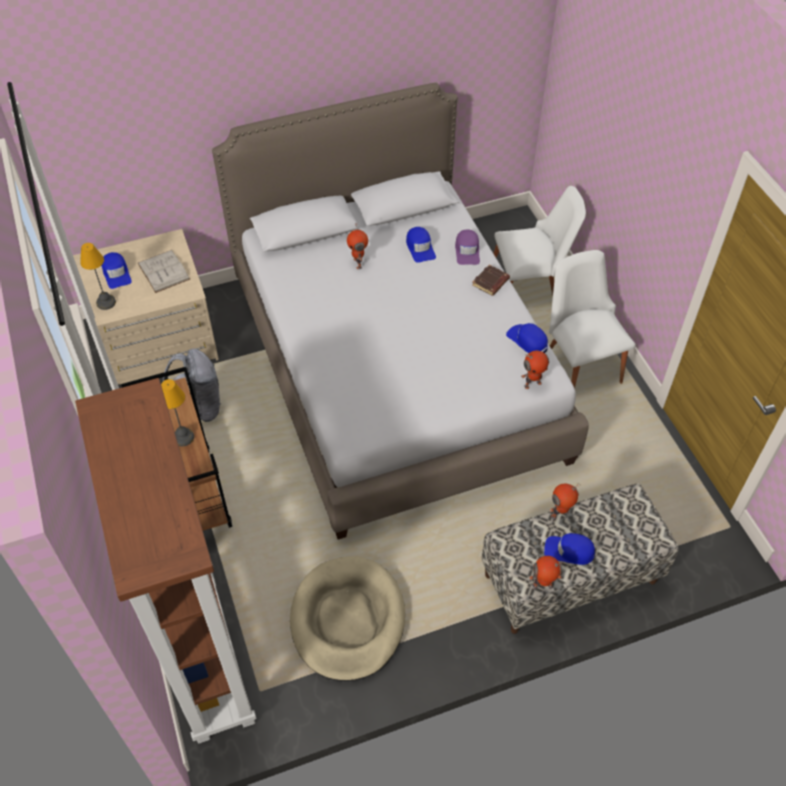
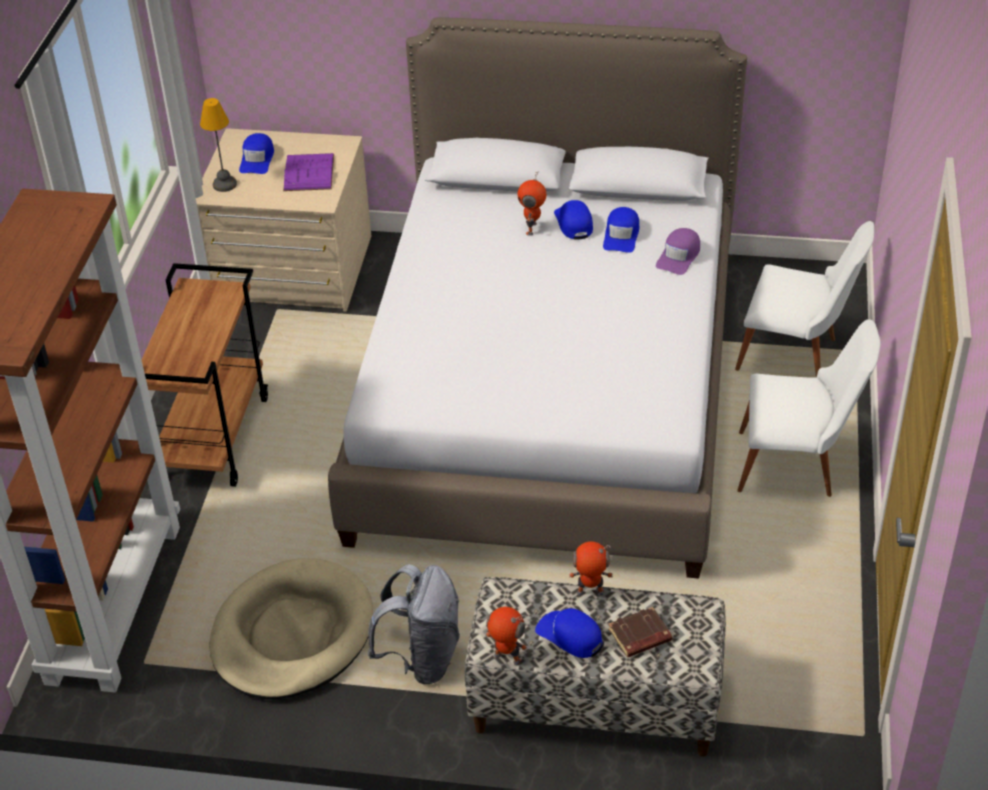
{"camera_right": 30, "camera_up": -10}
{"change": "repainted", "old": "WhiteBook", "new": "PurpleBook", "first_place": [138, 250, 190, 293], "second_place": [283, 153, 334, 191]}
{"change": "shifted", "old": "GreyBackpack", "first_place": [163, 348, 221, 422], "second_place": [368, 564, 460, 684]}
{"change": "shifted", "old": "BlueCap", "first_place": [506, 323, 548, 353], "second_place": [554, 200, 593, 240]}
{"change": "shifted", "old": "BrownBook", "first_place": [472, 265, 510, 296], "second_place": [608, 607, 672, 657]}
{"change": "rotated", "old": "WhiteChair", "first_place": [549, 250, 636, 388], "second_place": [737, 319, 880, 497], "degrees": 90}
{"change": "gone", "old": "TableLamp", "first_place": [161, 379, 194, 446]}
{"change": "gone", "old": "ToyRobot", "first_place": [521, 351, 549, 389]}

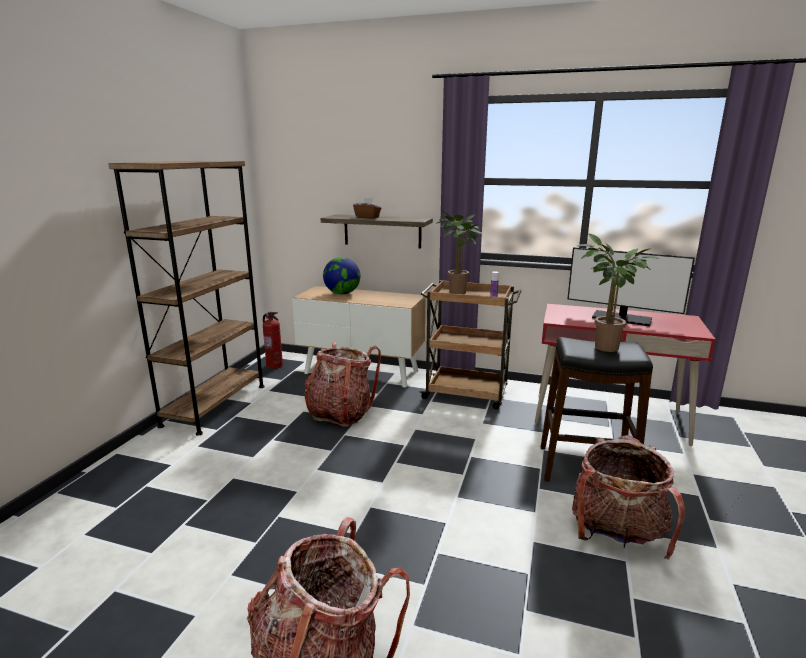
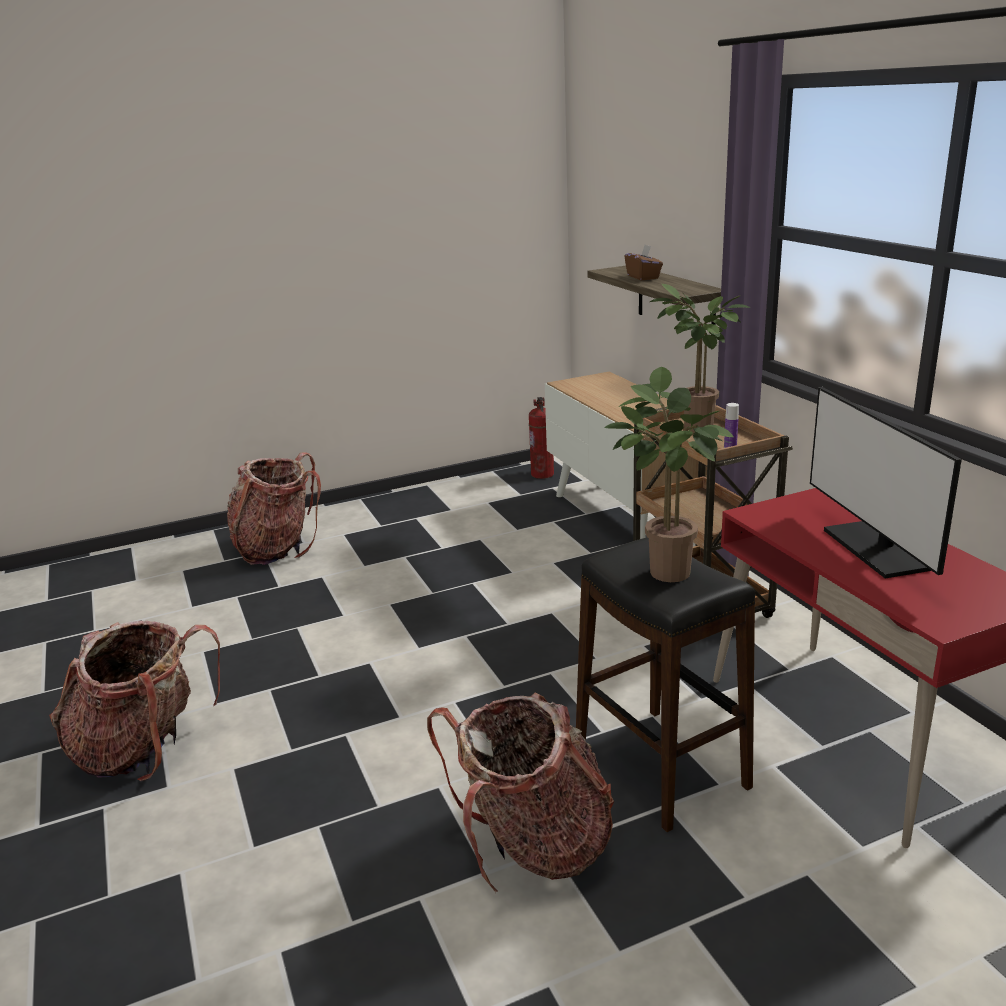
{"camera_right": 50, "camera_up": 5}
{"change": "shifted", "old": "Backpack", "first_place": [305, 342, 381, 427], "second_place": [227, 452, 321, 565]}
{"change": "gone", "old": "BrownBookcase", "first_place": [108, 161, 265, 436]}
{"change": "gone", "old": "Globe", "first_place": [323, 257, 360, 294]}

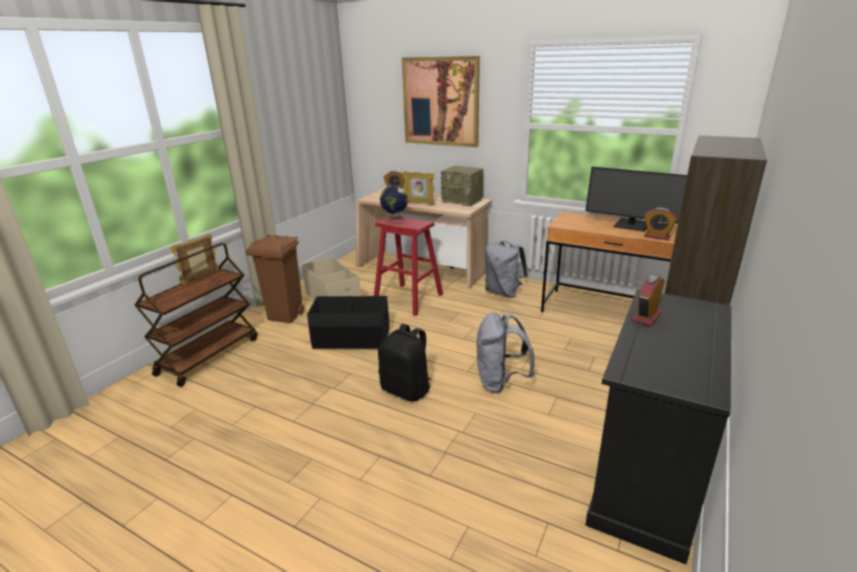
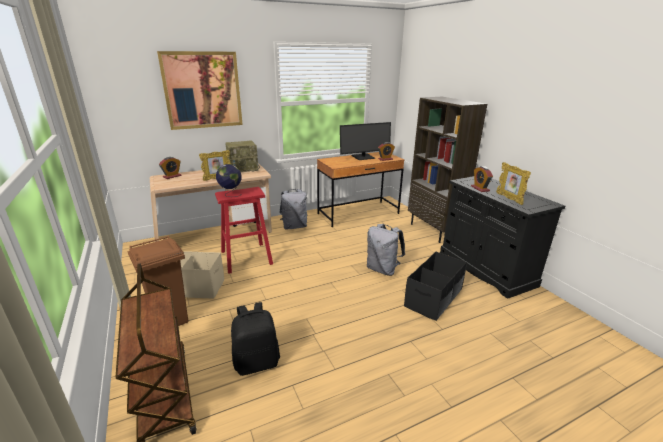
{"camera_right": -55, "camera_up": 0}
{"change": "shifted", "old": "BlackBackpack", "first_place": [378, 324, 431, 402], "second_place": [231, 302, 280, 376]}
{"change": "shifted", "old": "BlackStorageBox", "first_place": [307, 296, 389, 349], "second_place": [404, 252, 467, 321]}
{"change": "shifted", "old": "PictureFrame", "first_place": [171, 234, 219, 284], "second_place": [496, 162, 531, 205]}

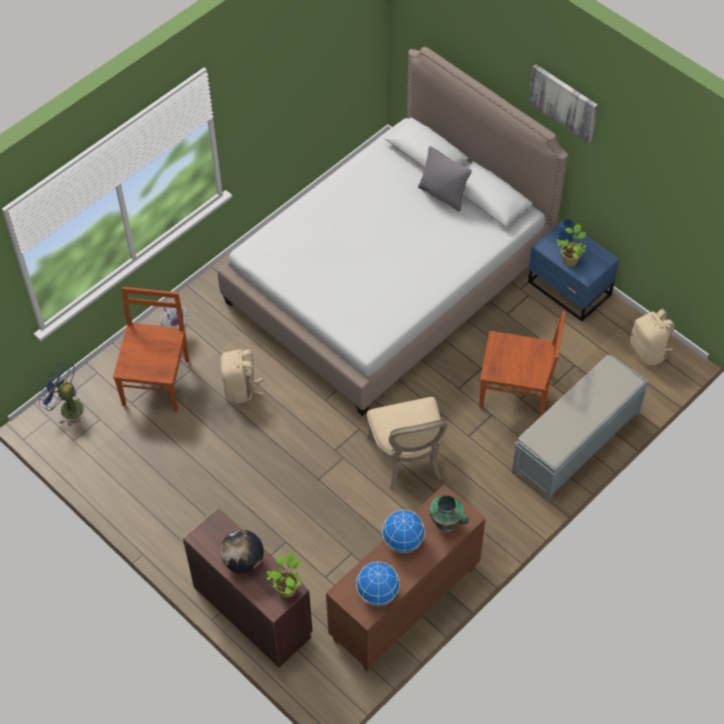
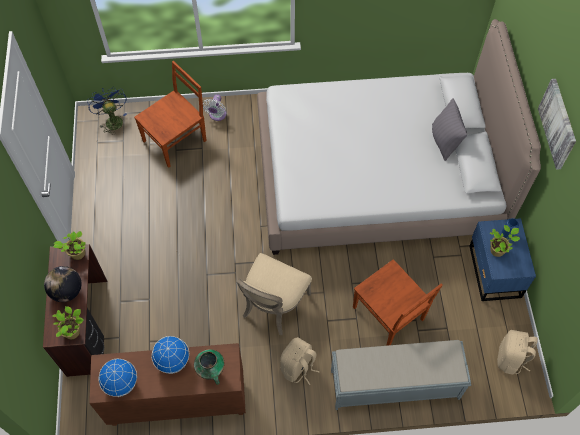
{"camera_right": 40, "camera_up": 5}
{"change": "new", "new": "PottedPlant", "second_place": [54, 231, 86, 260]}
{"change": "shifted", "old": "BeigeBackpack", "first_place": [221, 349, 263, 403], "second_place": [280, 337, 320, 385]}

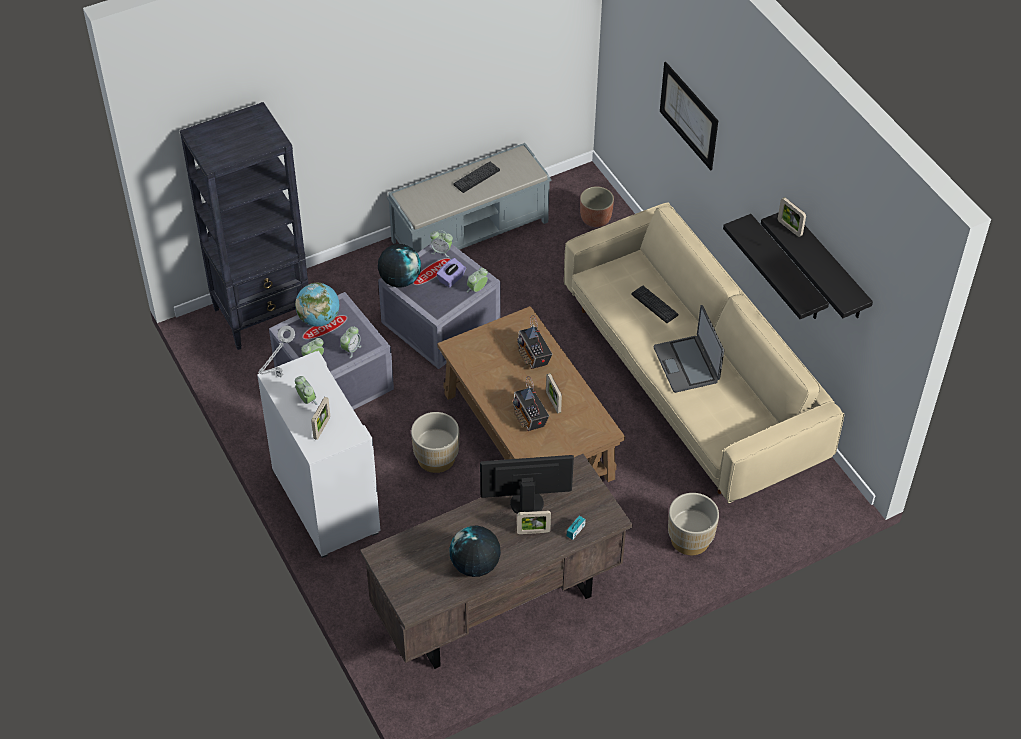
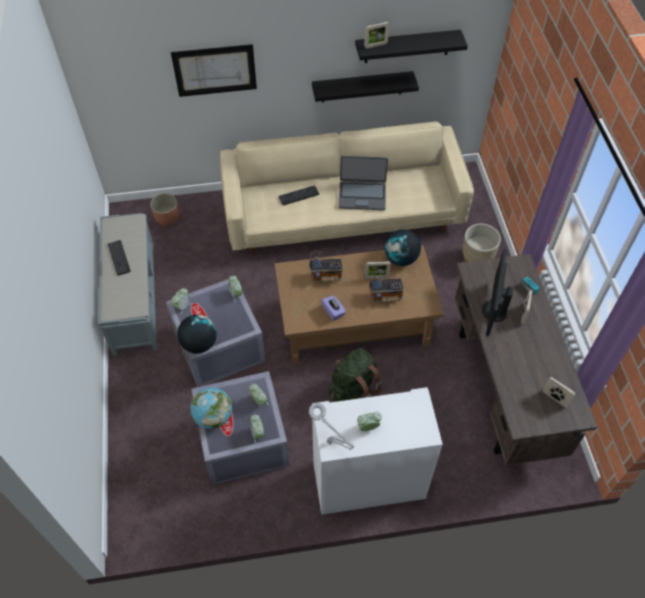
{"camera_right": -70, "camera_up": 5}
{"change": "shifted", "old": "PurpleTissueBox", "first_place": [436, 258, 466, 288], "second_place": [321, 296, 346, 321]}
{"change": "swapped", "old": "BeigePlanter", "new": "GreenBackpack", "first_place": [411, 412, 459, 473], "second_place": [329, 348, 382, 402]}
{"change": "shifted", "old": "Globe", "first_place": [449, 526, 501, 577], "second_place": [384, 229, 421, 266]}
{"change": "shifted", "old": "PictureFrame", "first_place": [311, 397, 330, 440], "second_place": [543, 377, 575, 408]}
{"change": "gone", "old": "BlackBookcase", "first_place": [180, 102, 308, 350]}

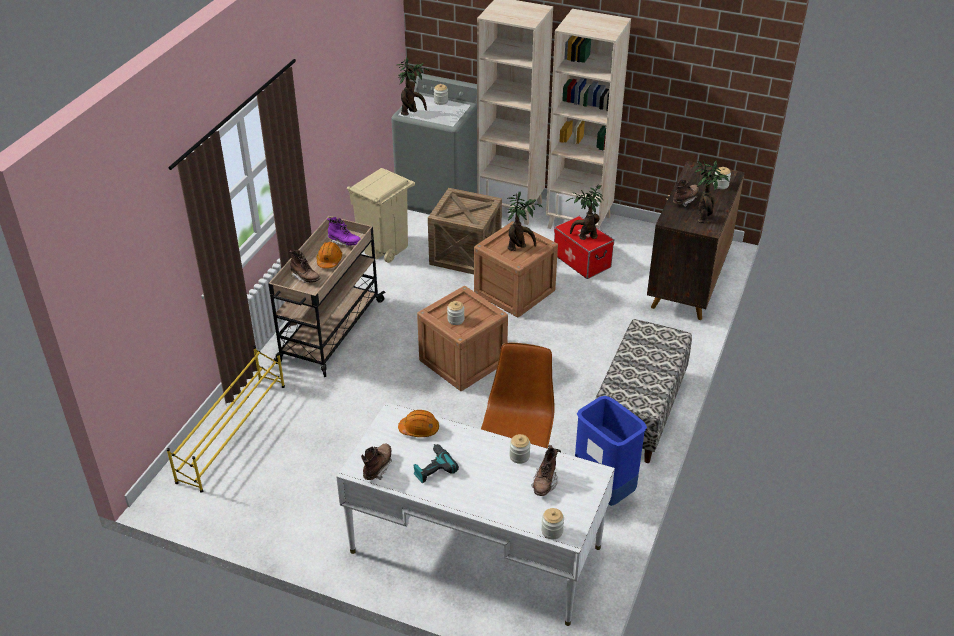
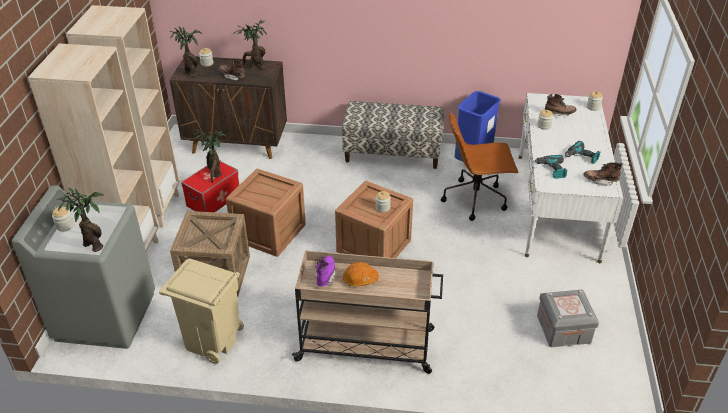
{"camera_right": -105, "camera_up": 0}
{"change": "shifted", "old": "PottedPlant", "first_place": [507, 192, 542, 251], "second_place": [170, 26, 202, 77]}
{"change": "swapped", "old": "OrangeHardHat", "new": "PowerDrill", "first_place": [398, 410, 439, 437], "second_place": [534, 155, 567, 179]}
{"change": "new", "new": "GreyStorageBox", "second_place": [537, 290, 599, 347]}
{"change": "gone", "old": "YellowShoeRack", "first_place": [167, 346, 285, 493]}
{"change": "gone", "old": "BrownBoot", "first_place": [290, 250, 321, 283]}

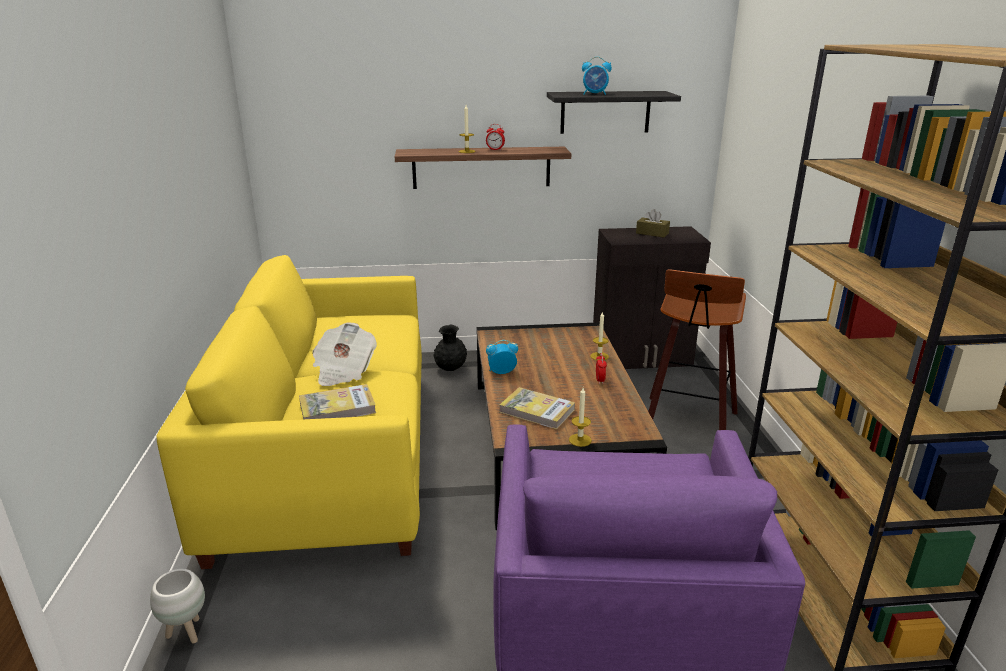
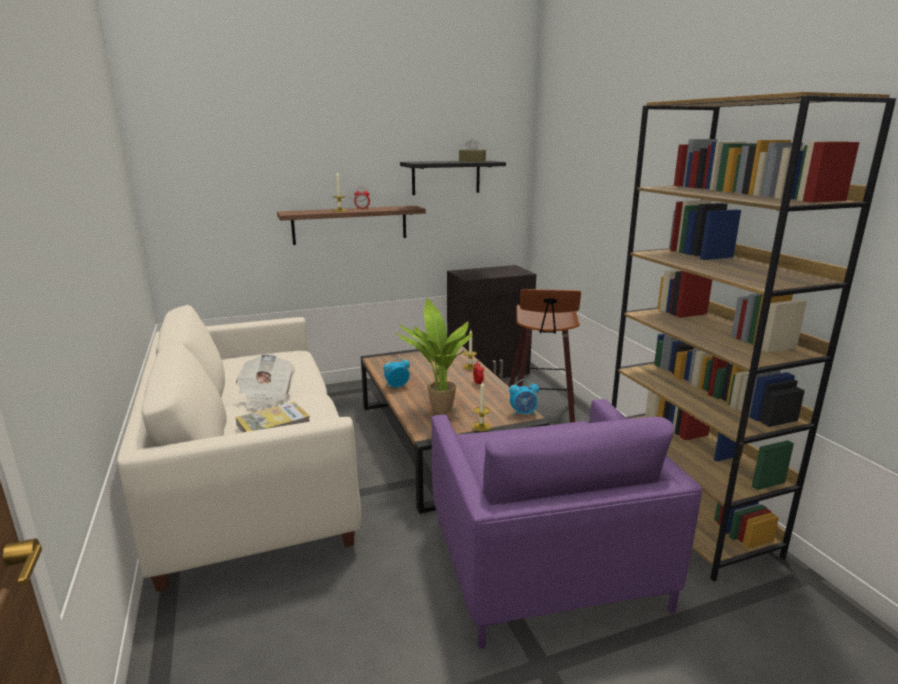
{"camera_right": -15, "camera_up": -5}
{"change": "repainted", "old": "YellowSofa", "new": "WhiteSofa", "first_place": [157, 255, 422, 569], "second_place": [117, 305, 361, 592]}
{"change": "swapped", "old": "Book", "new": "PottedPlant", "first_place": [499, 387, 575, 429], "second_place": [397, 299, 472, 414]}
{"change": "shifted", "old": "BrownTissueBox", "first_place": [636, 209, 670, 237], "second_place": [459, 139, 486, 162]}
{"change": "shifted", "old": "AlarmClock", "first_place": [582, 57, 612, 95], "second_place": [509, 379, 539, 417]}
{"change": "gone", "old": "WhitePlanter", "first_place": [150, 569, 205, 643]}
{"change": "gone", "old": "BlackVase", "first_place": [434, 324, 467, 371]}

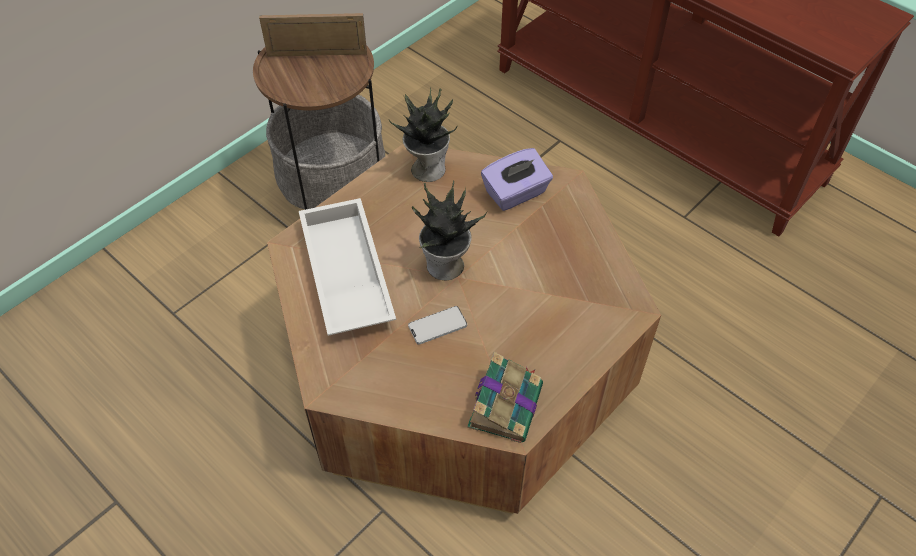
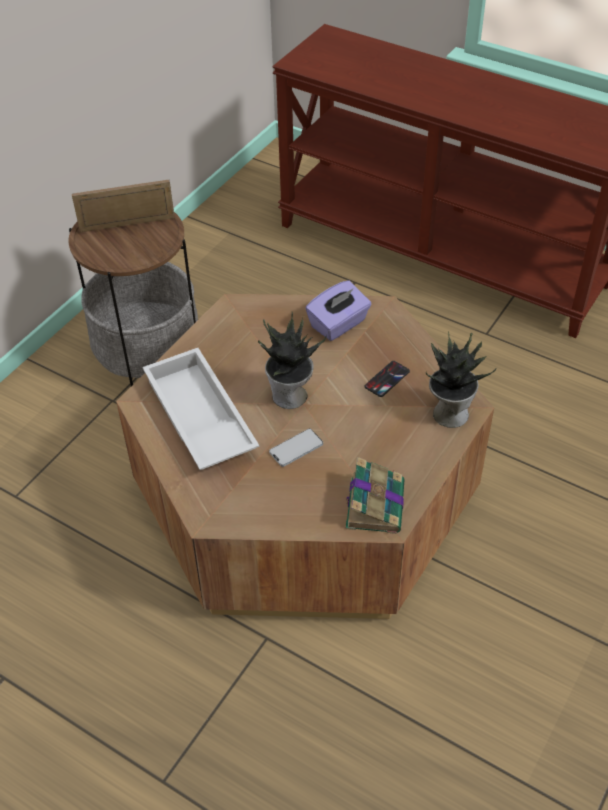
{"camera_right": -10, "camera_up": -5}
{"change": "new", "new": "Phone", "second_place": [364, 361, 410, 397]}
{"change": "shifted", "old": "PottedPlant", "first_place": [389, 87, 457, 182], "second_place": [426, 331, 497, 428]}

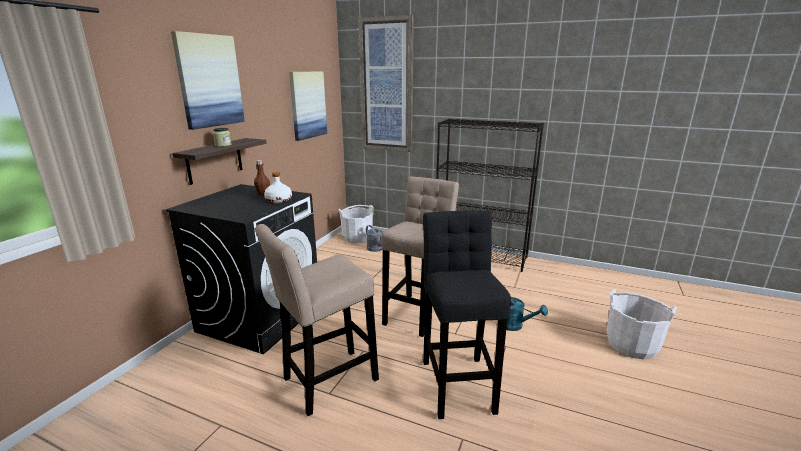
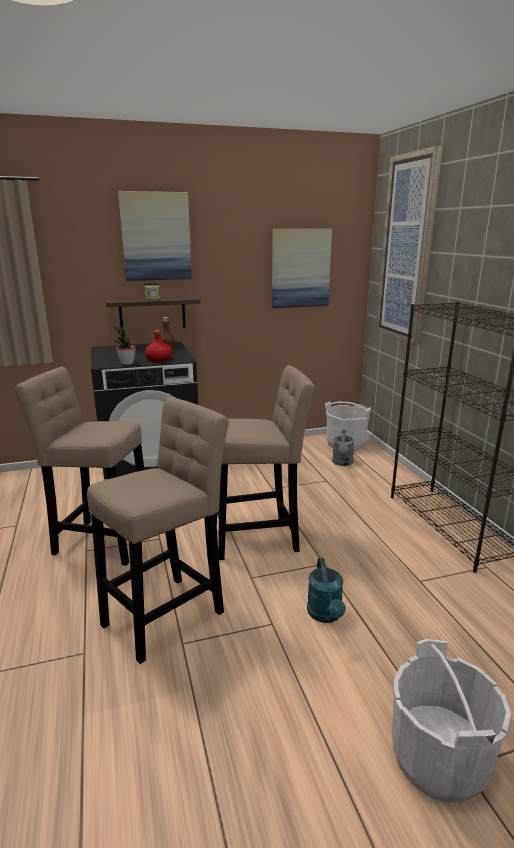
{"camera_right": 50, "camera_up": 0}
{"change": "repainted", "old": "BlackStool", "new": "BeigeStool", "first_place": [423, 210, 511, 419], "second_place": [87, 397, 229, 664]}
{"change": "new", "new": "PottedPlant", "second_place": [115, 326, 136, 365]}
{"change": "repainted", "old": "WhiteBottle", "new": "RedBottle", "first_place": [264, 172, 292, 203], "second_place": [145, 330, 172, 362]}

